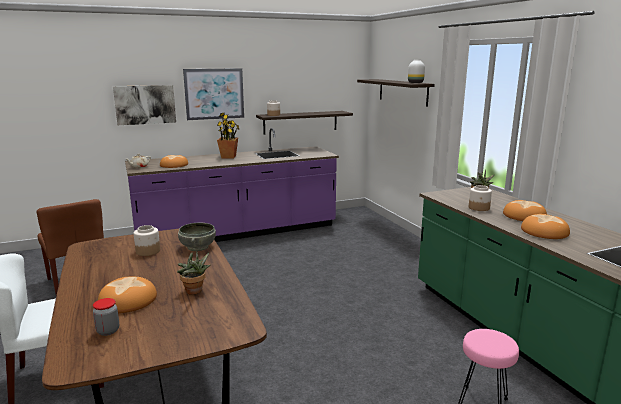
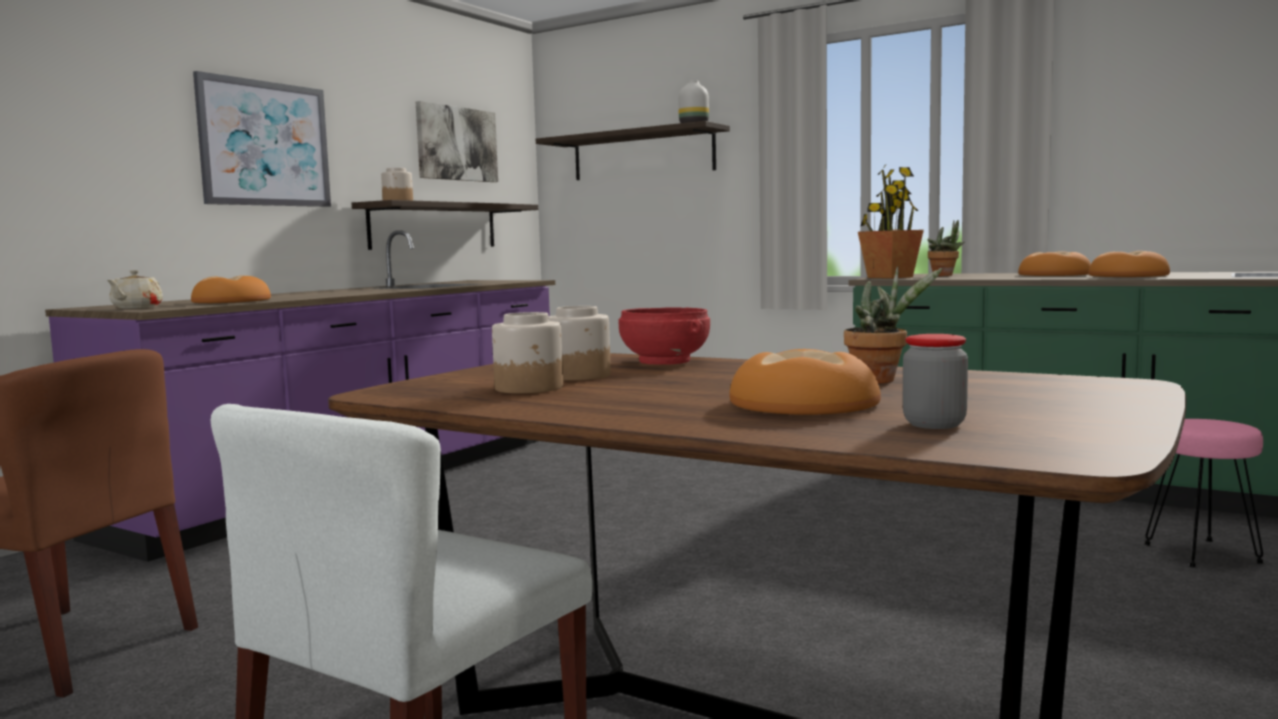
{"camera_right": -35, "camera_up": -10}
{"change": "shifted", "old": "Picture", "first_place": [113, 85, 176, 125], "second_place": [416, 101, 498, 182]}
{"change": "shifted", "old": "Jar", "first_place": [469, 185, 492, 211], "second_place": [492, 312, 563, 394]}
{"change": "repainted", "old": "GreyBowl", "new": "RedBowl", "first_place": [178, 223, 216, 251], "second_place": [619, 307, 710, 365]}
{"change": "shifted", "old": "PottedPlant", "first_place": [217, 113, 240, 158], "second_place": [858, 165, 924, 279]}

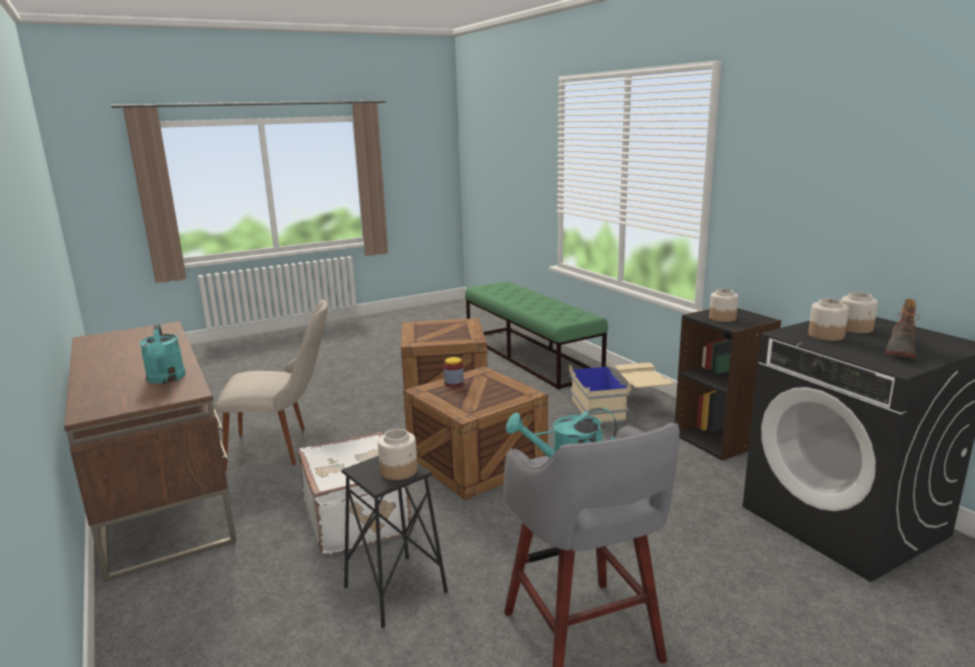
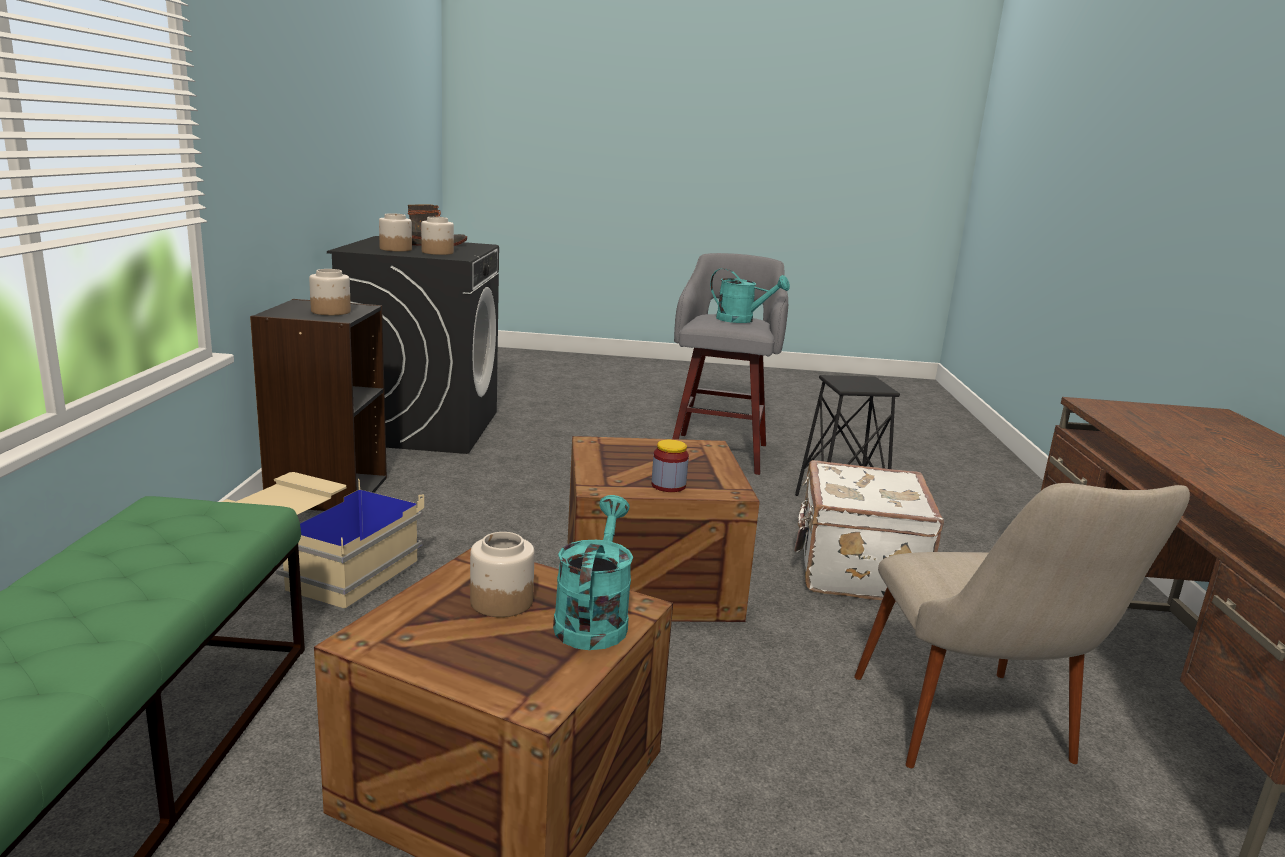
{"camera_right": -150, "camera_up": 0}
{"change": "shifted", "old": "Jar", "first_place": [378, 429, 418, 480], "second_place": [470, 532, 535, 617]}
{"change": "shifted", "old": "TurquoiseWateringCan", "first_place": [139, 324, 186, 384], "second_place": [553, 495, 633, 650]}
{"change": "rotated", "old": "BeigeChair", "first_place": [216, 300, 328, 472], "second_place": [854, 483, 1190, 768], "degrees": -120}

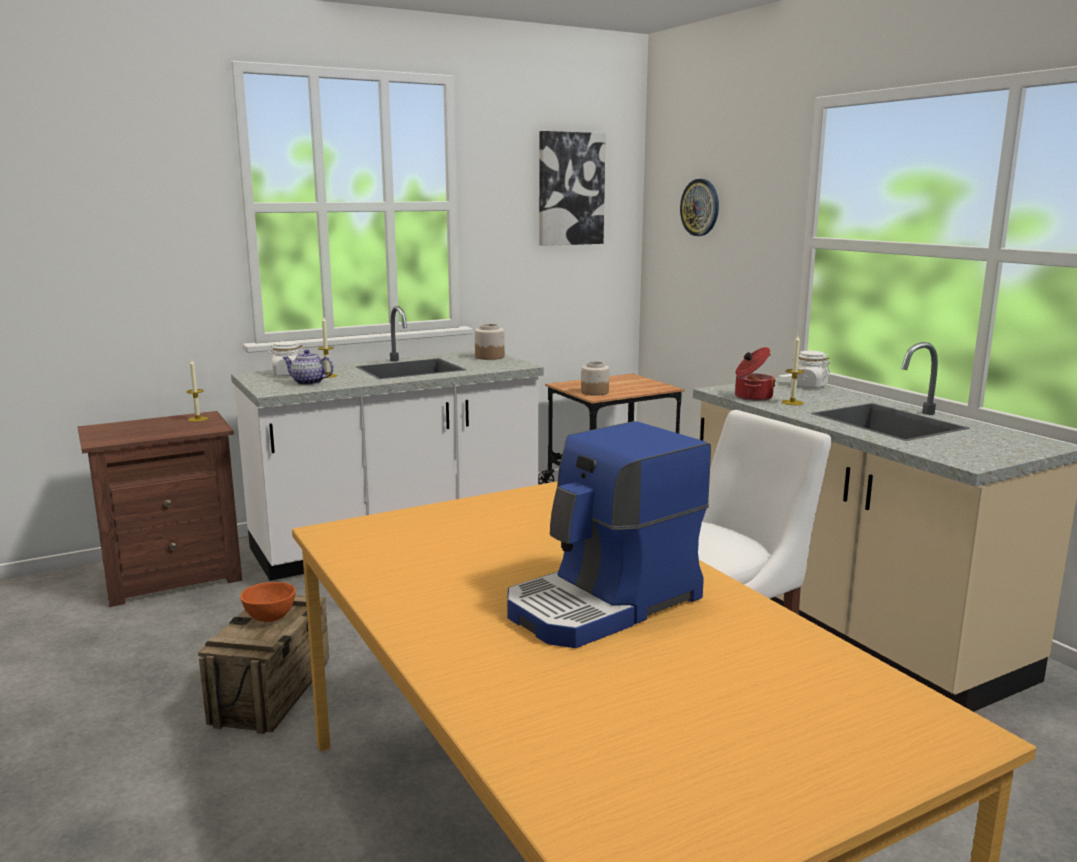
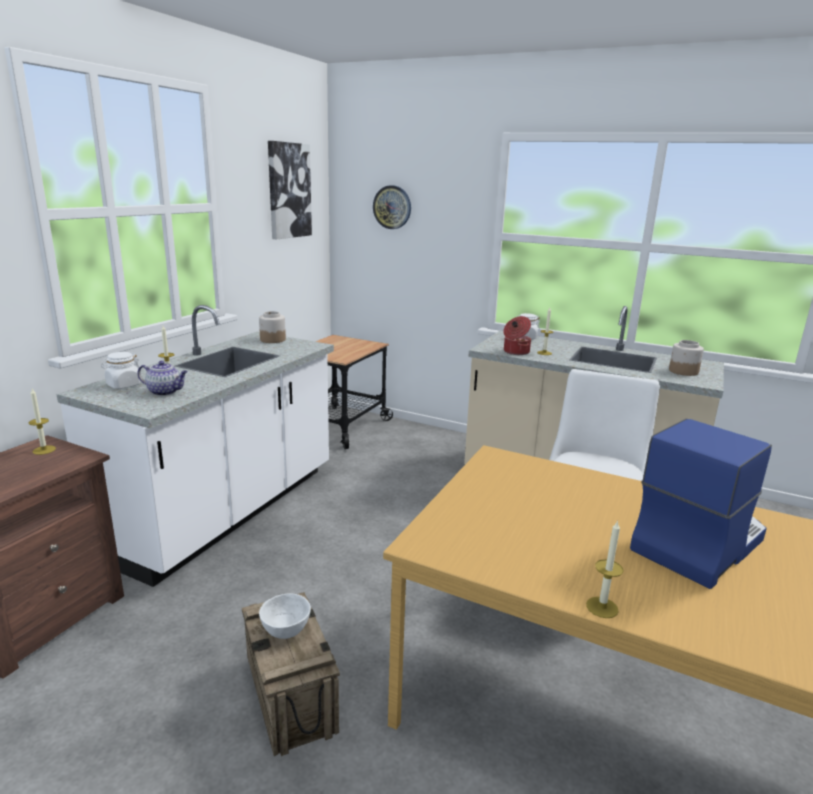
{"camera_right": -35, "camera_up": 5}
{"change": "rotated", "old": "Teapot", "first_place": [282, 350, 334, 385], "second_place": [137, 361, 188, 396], "degrees": -150}
{"change": "repainted", "old": "OrangeBowl", "new": "WhiteBowl", "first_place": [240, 582, 296, 622], "second_place": [259, 593, 311, 639]}
{"change": "new", "new": "Candle", "second_place": [586, 520, 623, 618]}
{"change": "rotated", "old": "CoffeeMachine", "first_place": [507, 421, 711, 648], "second_place": [630, 418, 772, 589], "degrees": -150}
{"change": "shifted", "old": "Jar", "first_place": [581, 361, 609, 396], "second_place": [669, 340, 704, 376]}

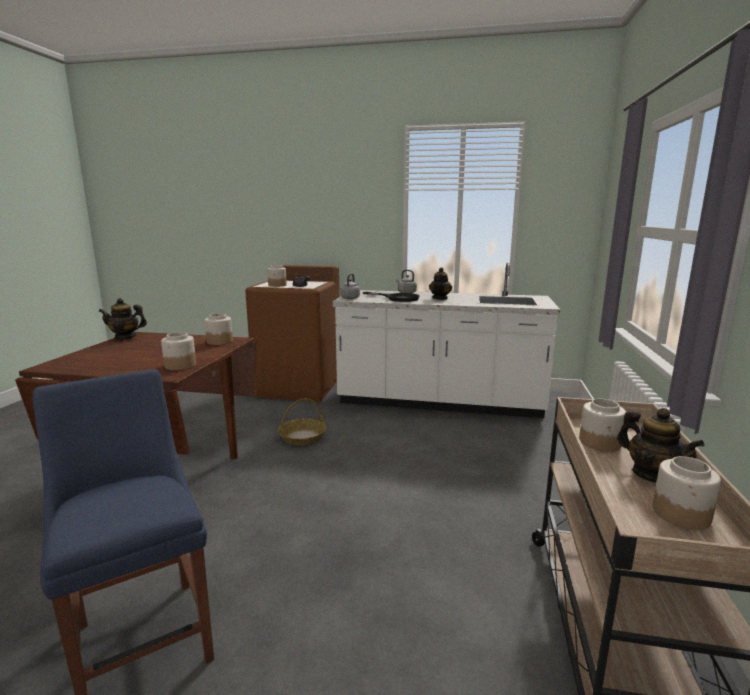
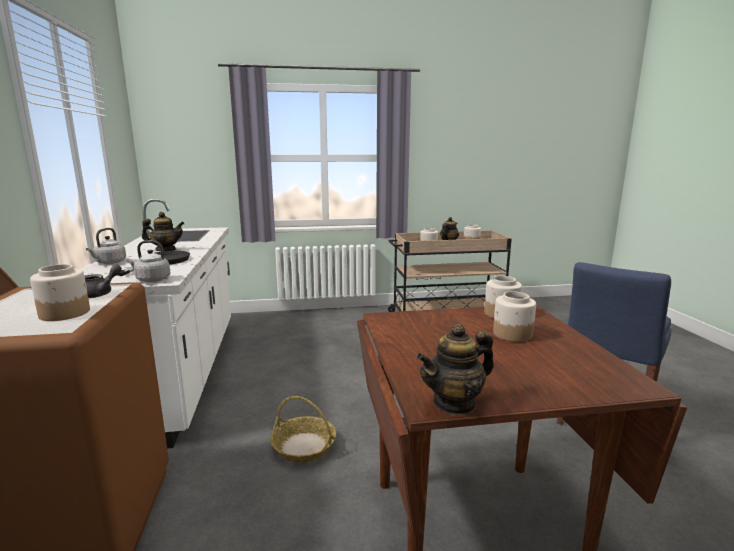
{"camera_right": -110, "camera_up": 0}
{"change": "rotated", "old": "Teapot", "first_place": [99, 298, 147, 340], "second_place": [417, 323, 494, 415], "degrees": 90}
{"change": "shifted", "old": "Jar", "first_place": [205, 313, 233, 345], "second_place": [493, 291, 536, 342]}

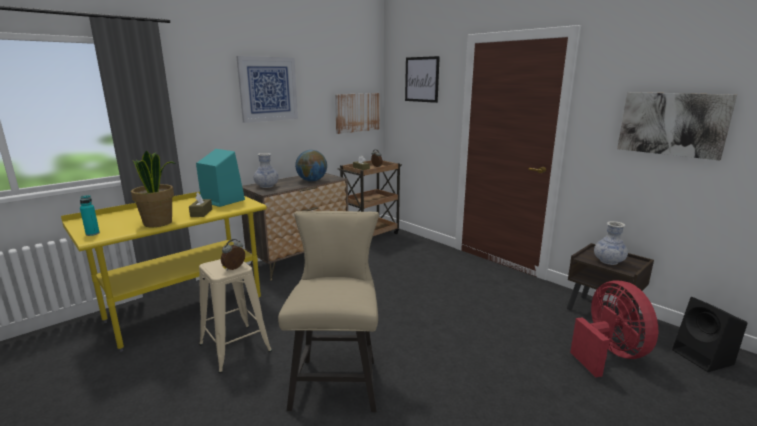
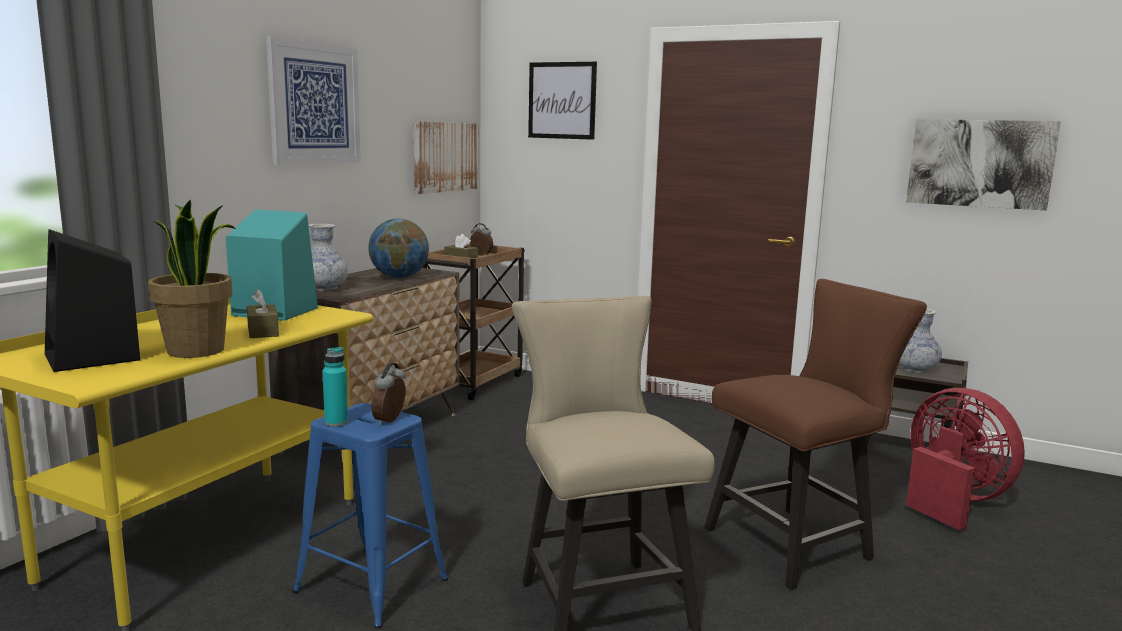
{"camera_right": -20, "camera_up": -5}
{"change": "shifted", "old": "BlackSpeaker", "first_place": [672, 297, 747, 372], "second_place": [45, 229, 140, 372]}
{"change": "repainted", "old": "BeigeStool", "new": "BlueStool", "first_place": [199, 259, 272, 373], "second_place": [293, 403, 448, 629]}
{"change": "shifted", "old": "TurquoiseBottle", "first_place": [80, 195, 100, 236], "second_place": [322, 347, 348, 427]}
{"change": "new", "new": "BrownChair", "second_place": [704, 279, 927, 590]}

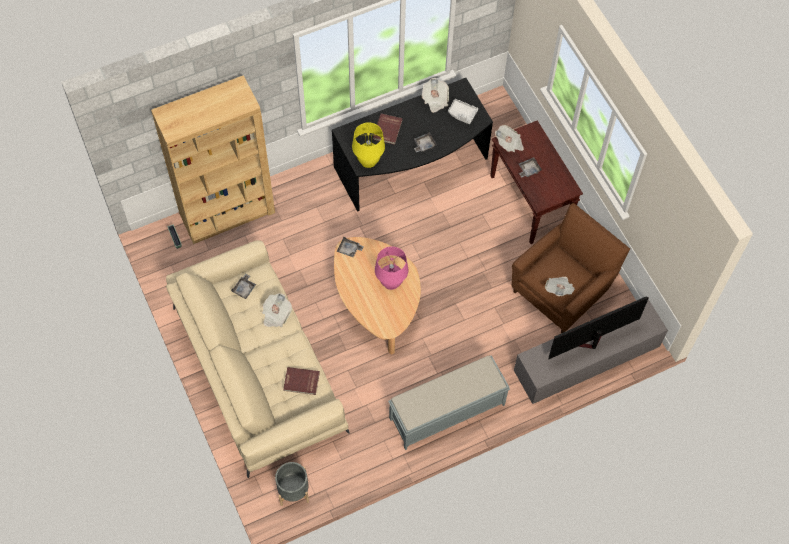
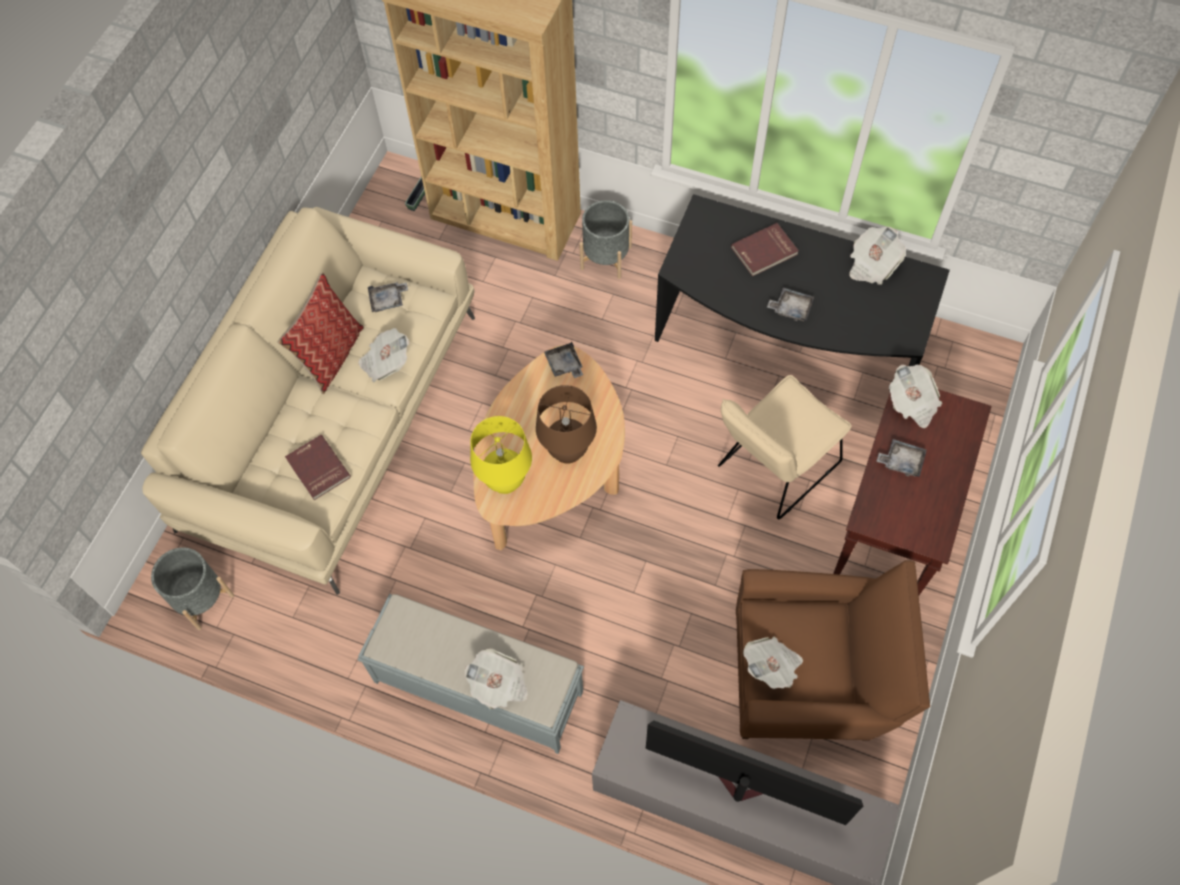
{"camera_right": 50, "camera_up": 0}
{"change": "new", "new": "Pillow", "second_place": [277, 272, 364, 394]}
{"change": "new", "new": "Newspaper", "second_place": [465, 649, 528, 709]}
{"change": "shifted", "old": "YellowTableLamp", "first_place": [352, 122, 385, 168], "second_place": [470, 416, 532, 494]}
{"change": "repainted", "old": "PinkTableLamp", "new": "BrownTableLamp", "first_place": [375, 247, 408, 290], "second_place": [536, 385, 597, 464]}
{"change": "new", "new": "GreyPlanter", "second_place": [579, 200, 632, 279]}
{"change": "new", "new": "BeigeChair", "second_place": [718, 375, 851, 520]}
{"change": "gone", "old": "GreyTray", "first_place": [448, 99, 478, 124]}

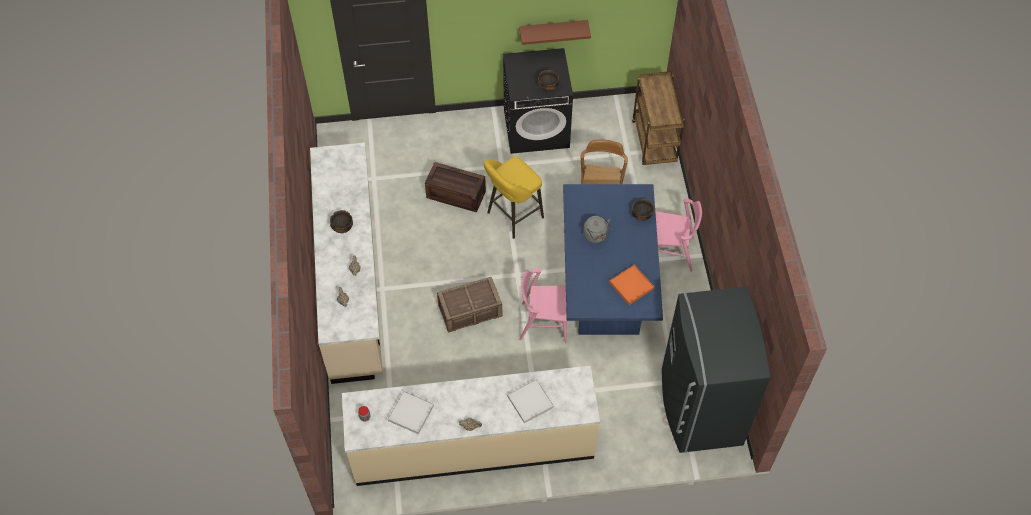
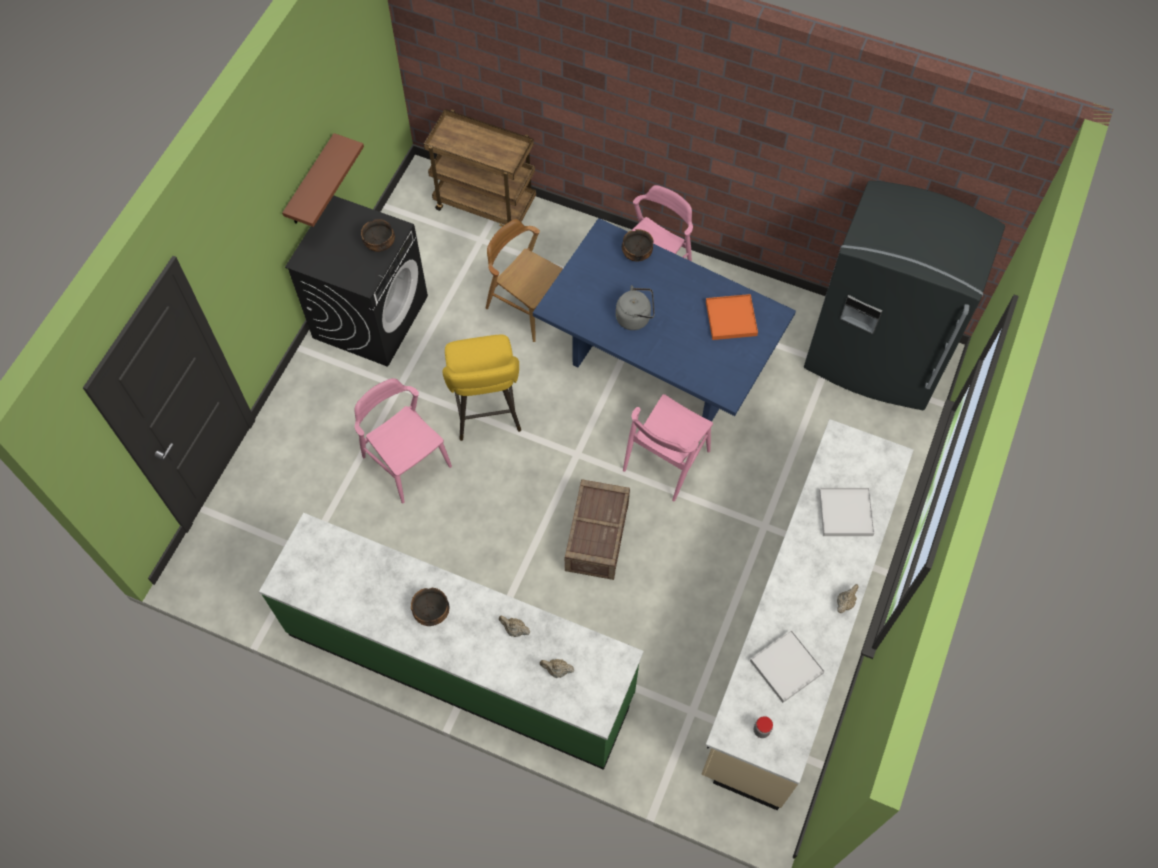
{"camera_right": -60, "camera_up": 5}
{"change": "repainted", "old": "BeigeCounter", "new": "GreenCounter", "first_place": [310, 143, 383, 384], "second_place": [259, 513, 644, 770]}
{"change": "swapped", "old": "Crate", "new": "PinkChair", "first_place": [425, 162, 486, 213], "second_place": [354, 378, 452, 504]}

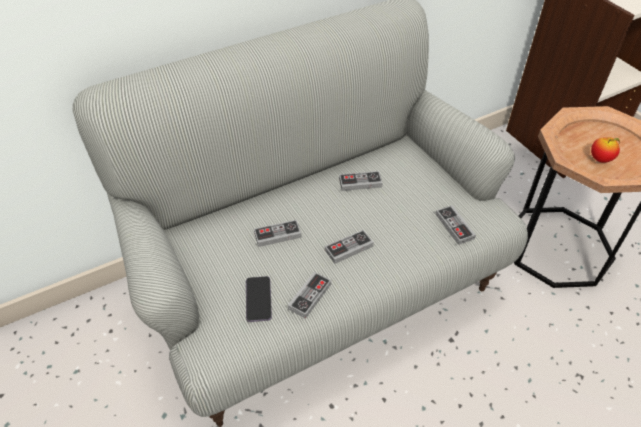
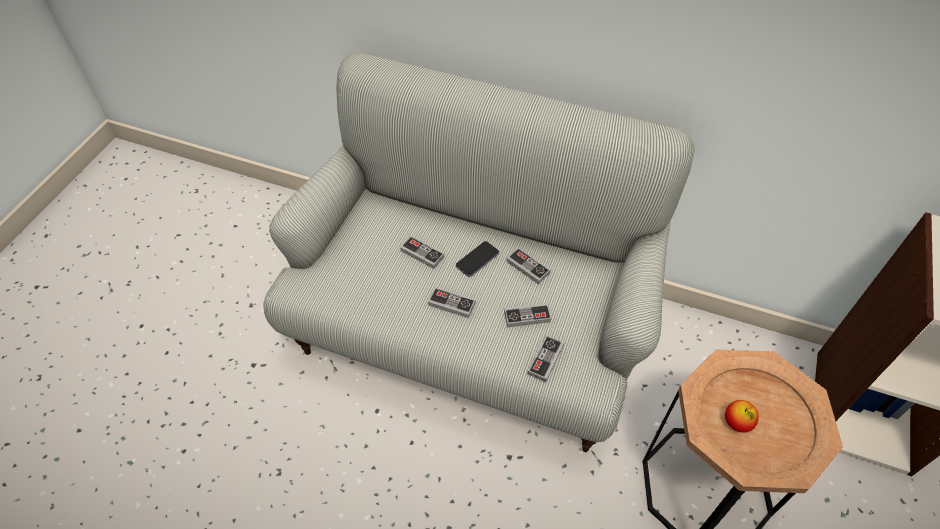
{"camera_right": 50, "camera_up": 5}
{"change": "shifted", "old": "Phone", "first_place": [246, 276, 272, 322], "second_place": [456, 241, 499, 277]}
{"change": "shifted", "old": "GameController", "first_place": [288, 272, 331, 319], "second_place": [504, 303, 551, 327]}

